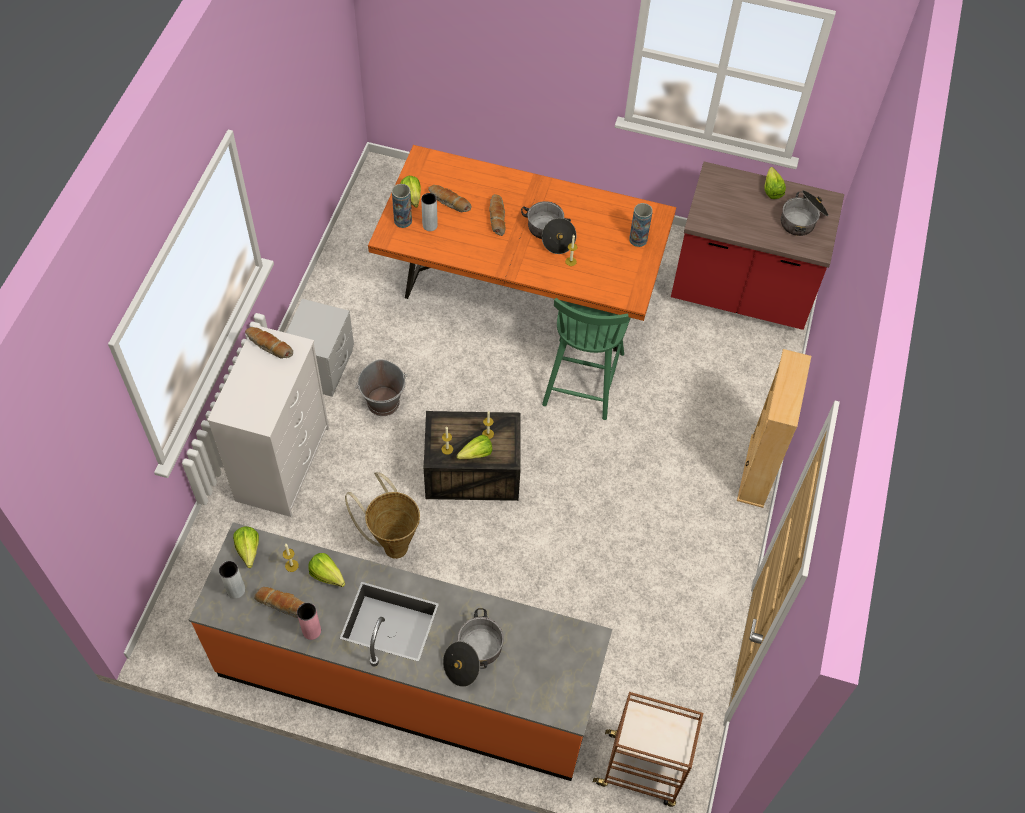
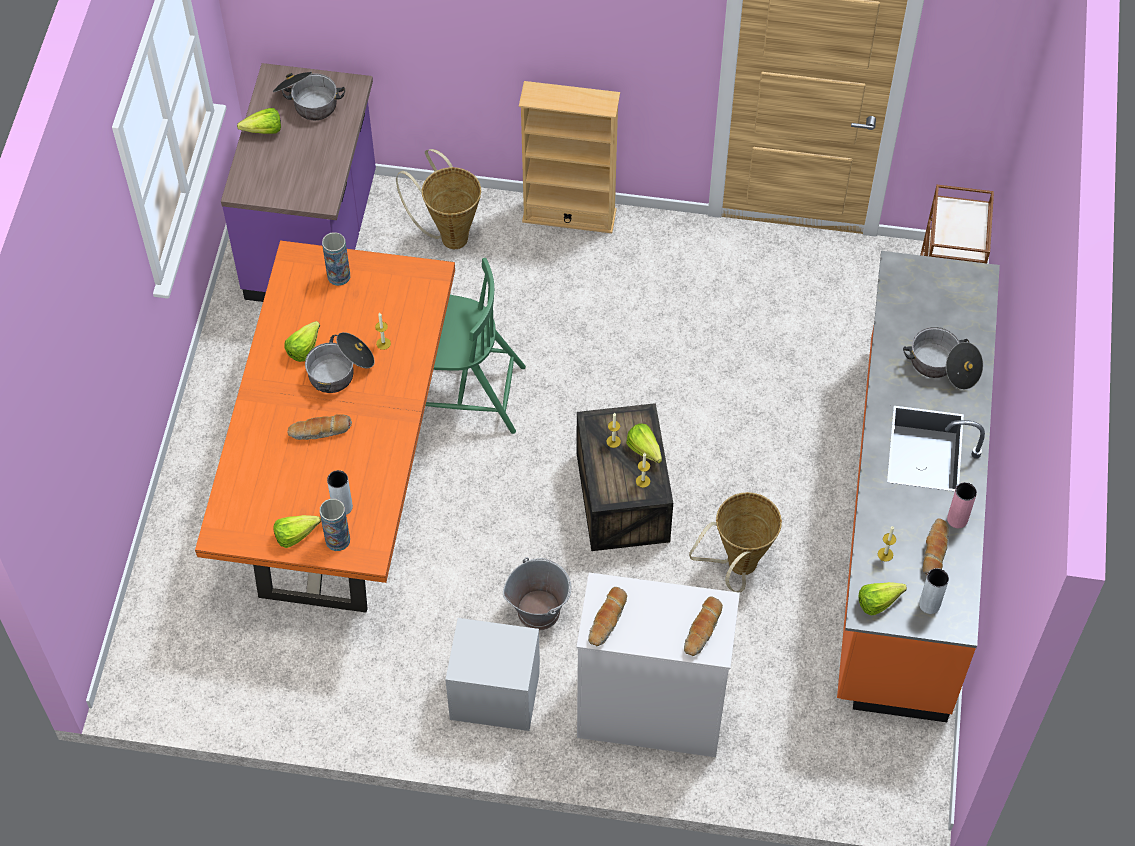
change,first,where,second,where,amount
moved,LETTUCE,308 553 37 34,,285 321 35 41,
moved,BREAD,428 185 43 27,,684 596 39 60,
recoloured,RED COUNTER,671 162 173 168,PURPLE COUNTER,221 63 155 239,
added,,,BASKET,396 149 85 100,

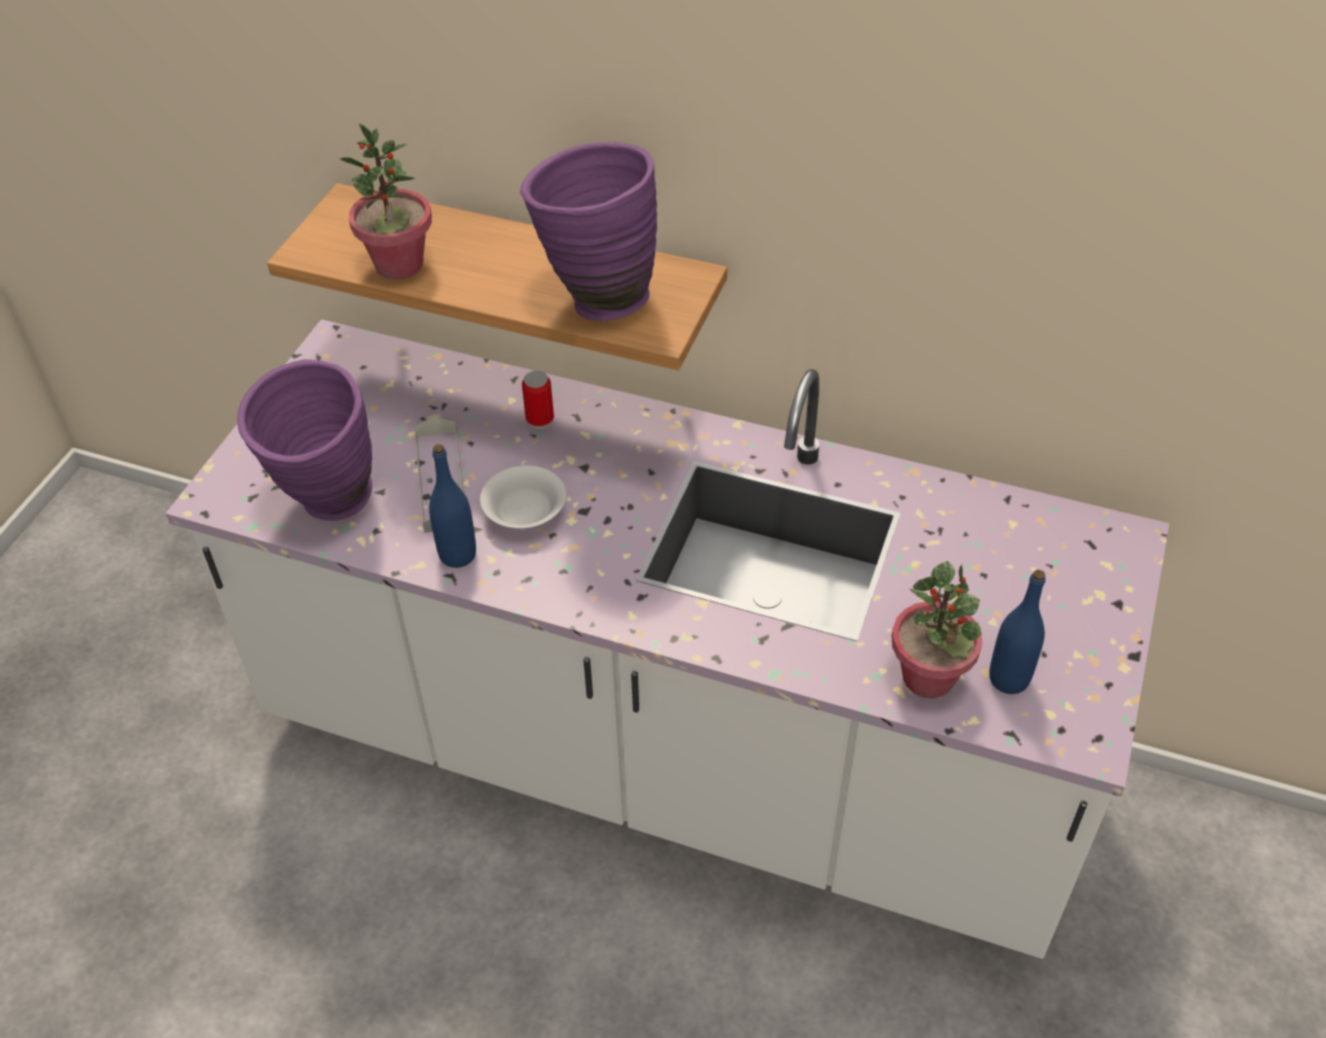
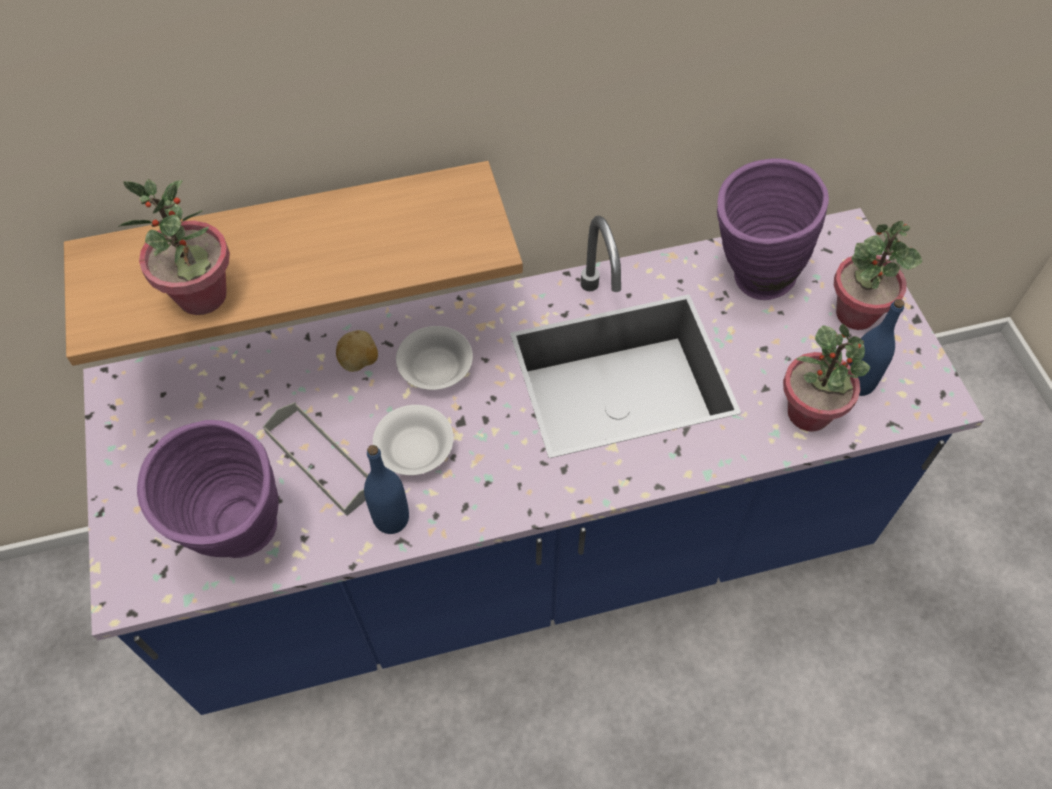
change,first,where,second,where,amount
recoloured,WHITE COUNTER,165 319 1004 640,BLUE COUNTER,83 208 901 507,
moved,PURPLE VASE,520 142 137 179,,717 158 112 142,
replaced,CAN,522 371 32 58,POTATO,336 330 42 42,
added,,,WHITE BOWL,396 326 77 64,
added,,,POTTED PLANT,834 221 88 109,

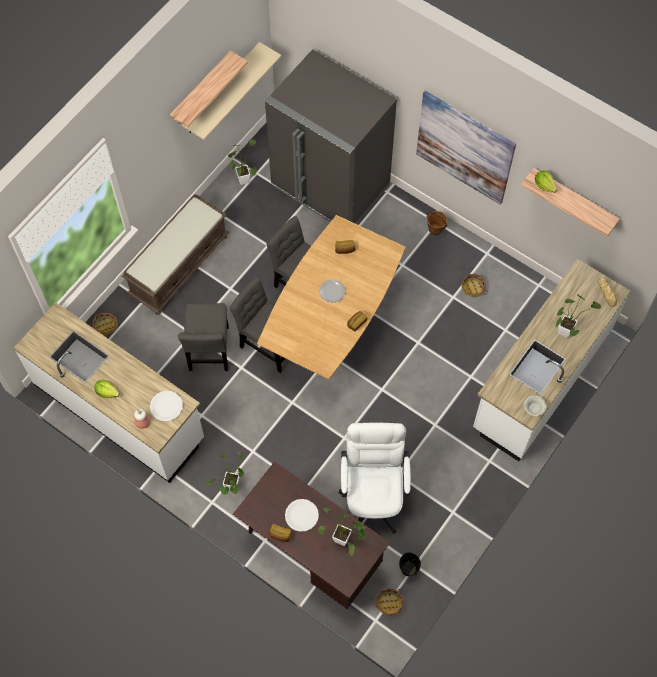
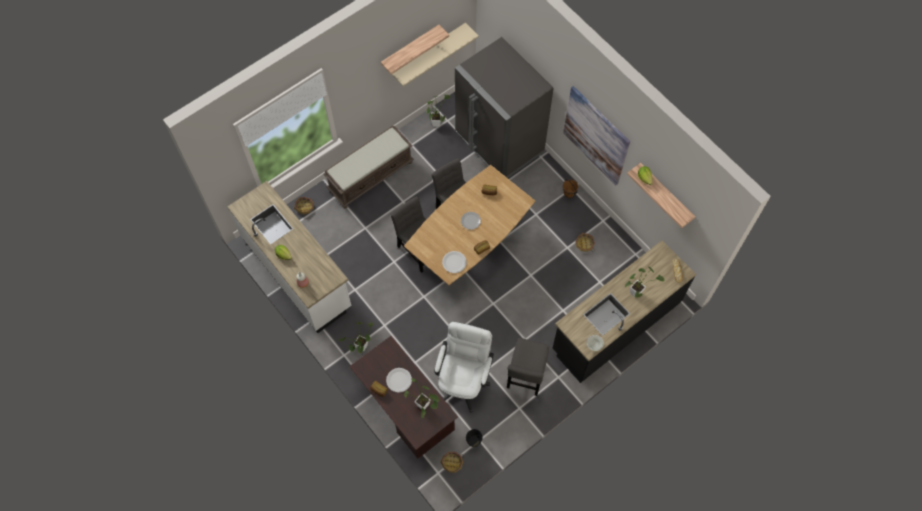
change,first,where,second,where,amount
moved,WHITE PLATE,150 391 33 30,,442 251 24 22,
moved,GREY CHAIR,178 303 51 68,,507 338 42 58,
recoloured,WHITE COUNTER,473 259 158 202,BLACK COUNTER,553 240 143 143,

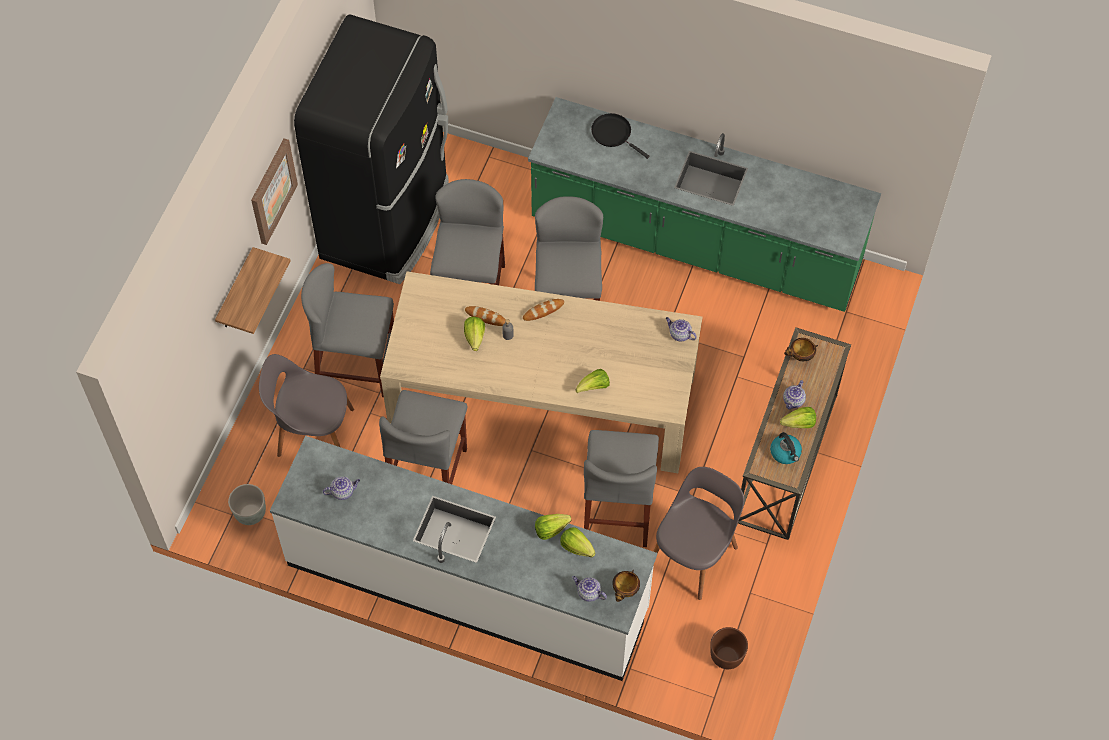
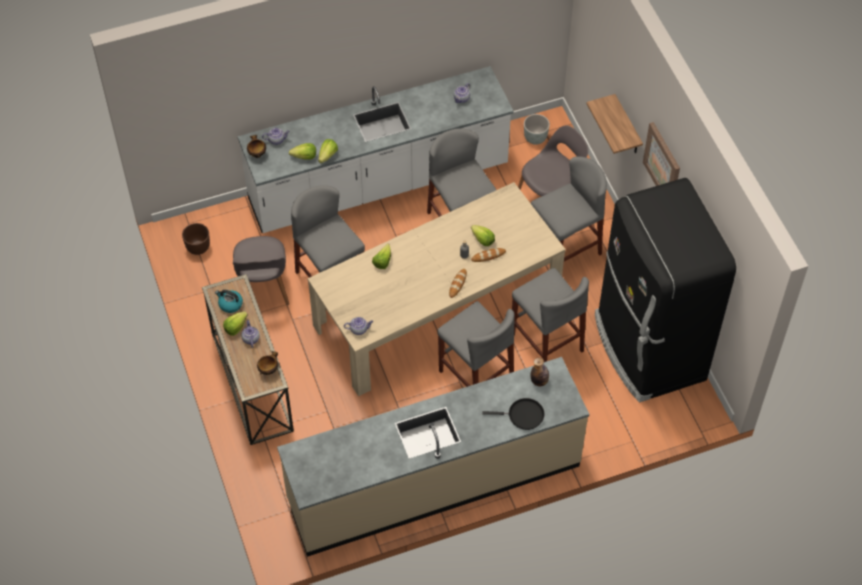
change,first,where,second,where,amount
recoloured,GREEN COUNTER,528 97 353 215,BEIGE COUNTER,277 357 312 200,
added,,,BOTTLE,531 358 18 28,

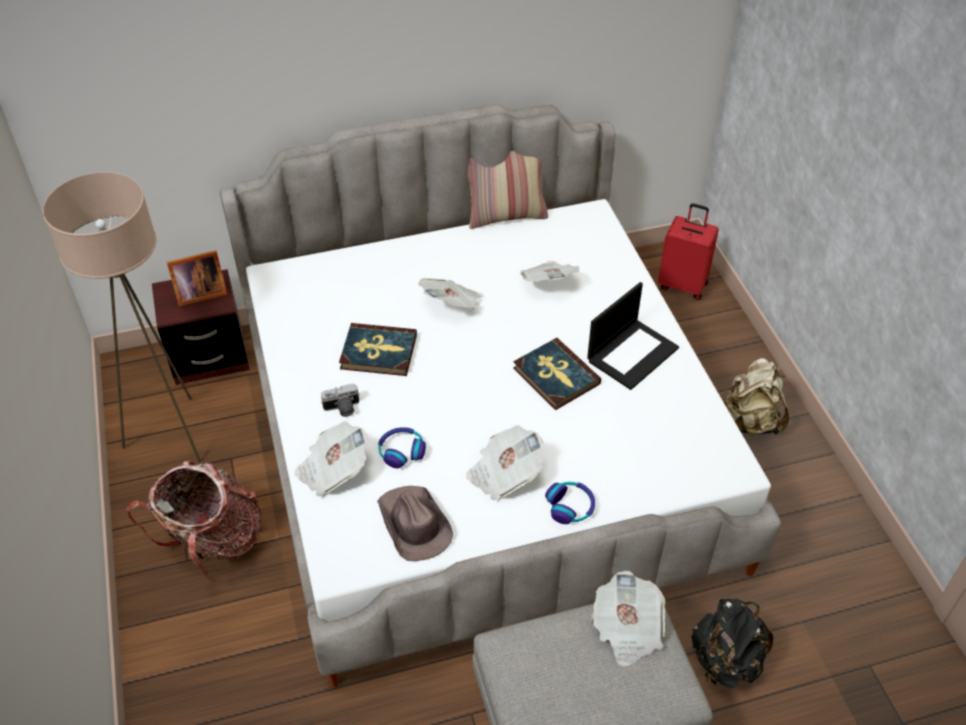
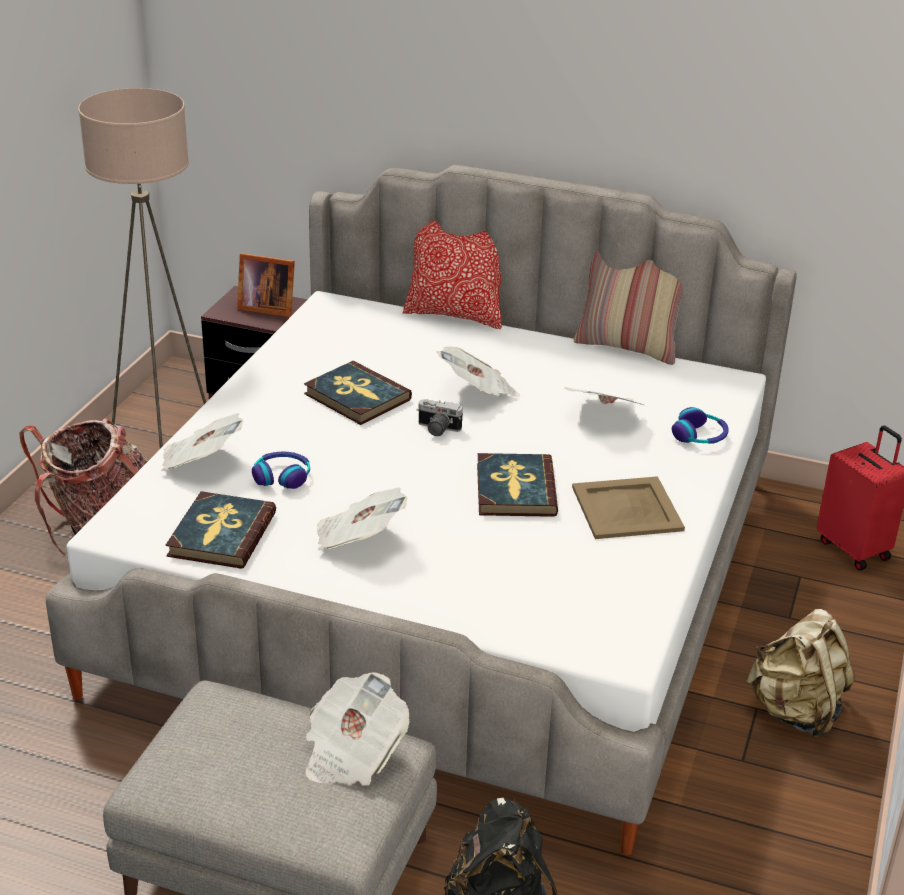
change,first,where,second,where,amount
moved,PHOTO CAMERA,321 383 39 34,,417 399 46 37,
replaced,BROWN HAT,377 486 76 75,BOOK,166 491 110 78,
moved,HEADPHONES,545 482 50 42,,672 407 57 37,
replaced,LAPTOP,587 282 92 108,BEIGE TRAY,572 476 113 63,
added,,,PILLOW,403 220 99 109,

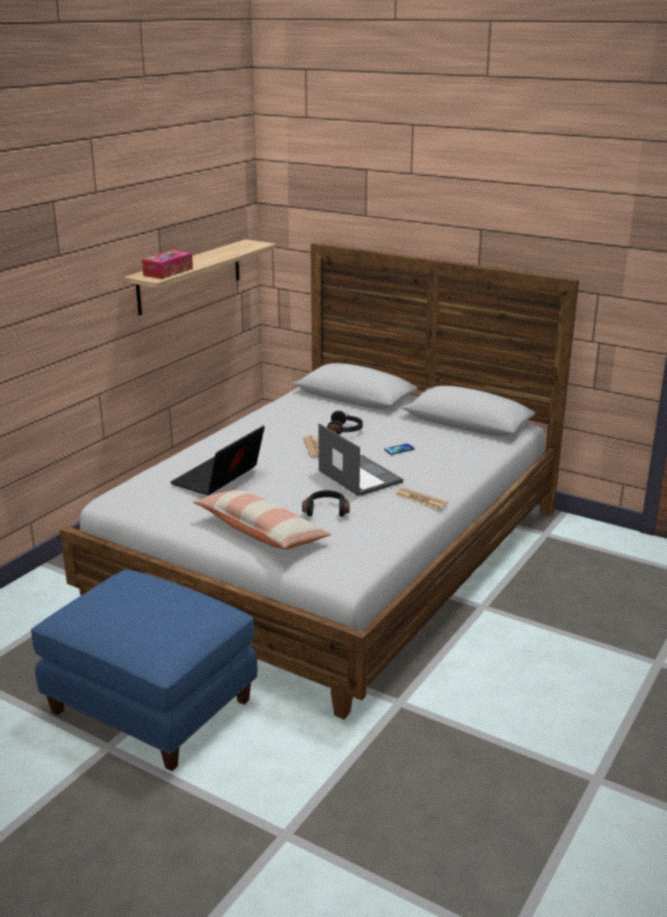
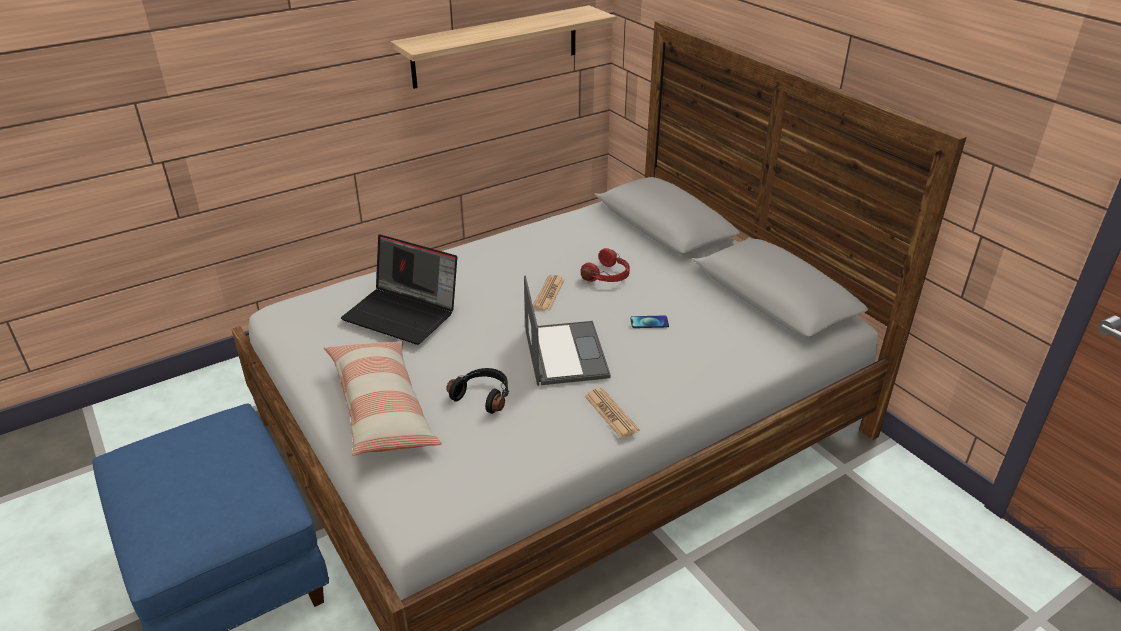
change,first,where,second,where,amount
removed,TISSUE BOX,142 250 51 29,,,
turned,LAPTOP,170 425 95 70,,341 234 116 111,120 degrees counterclockwise
recoloured,BLACK HEADPHONES,327 411 36 24,RED HEADPHONES,581 248 49 34,

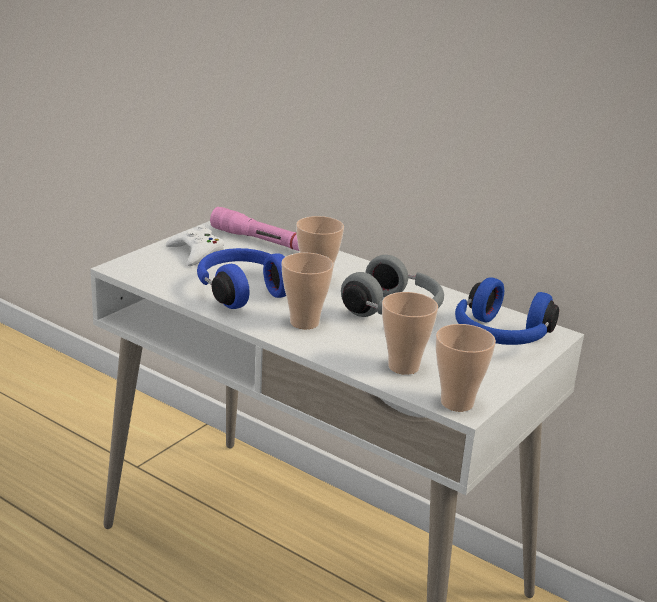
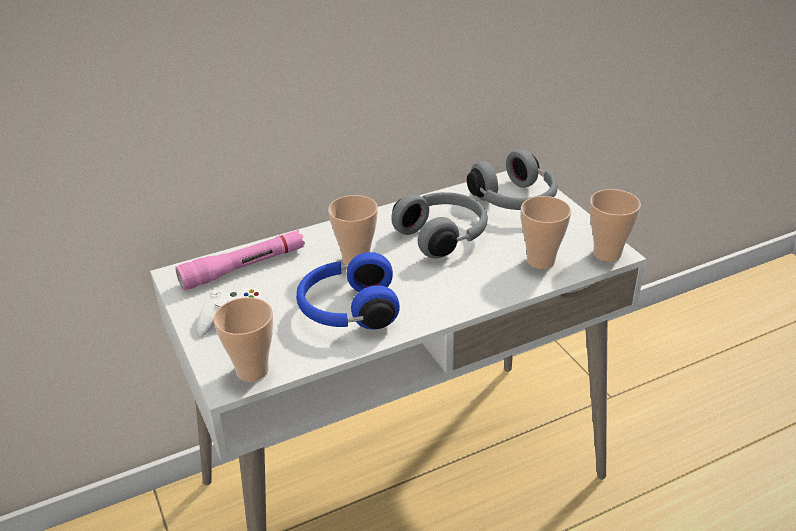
change,first,where,second,where,amount
moved,CUP,281 253 53 76,,213 297 60 85,
recoloured,BLUE HEADPHONES,455 277 104 68,GREY HEADPHONES,467 149 91 61,

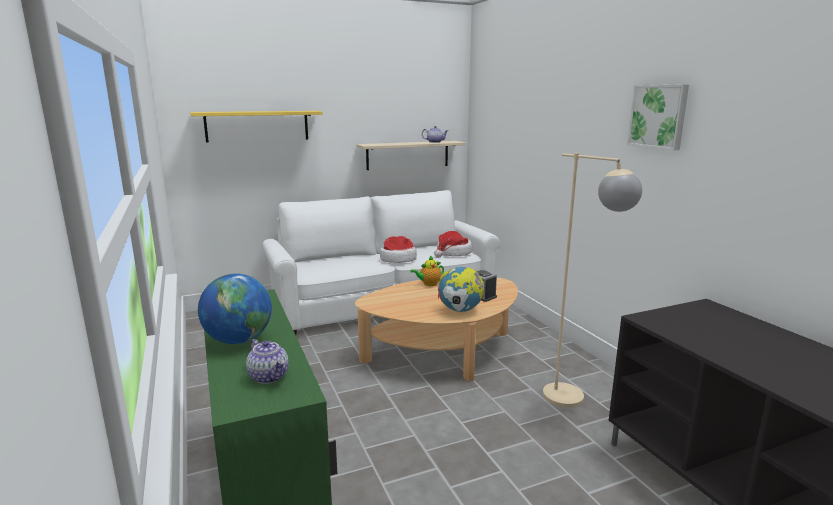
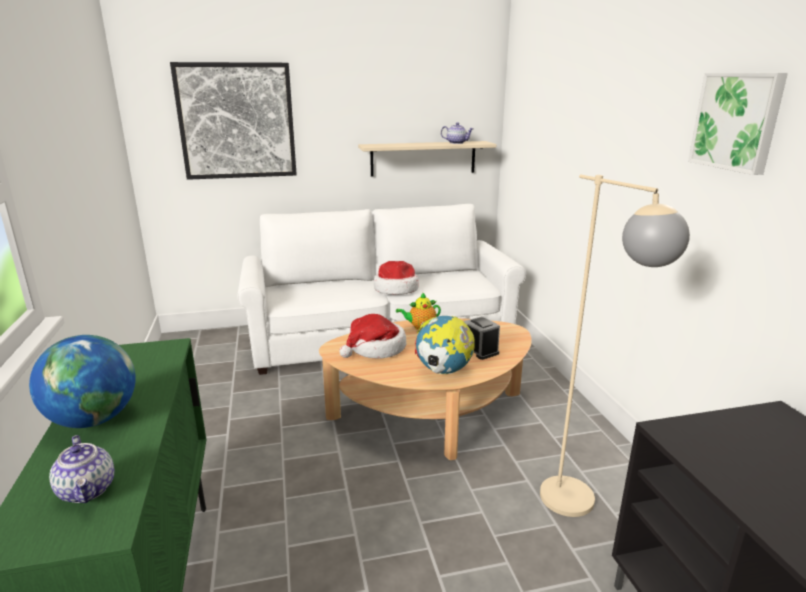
change,first,where,second,where,amount
replaced,YELLOW SHELF,190 111 133 32,PICTURE,170 62 127 118,
moved,HAT,434 231 38 27,,339 314 67 44,

